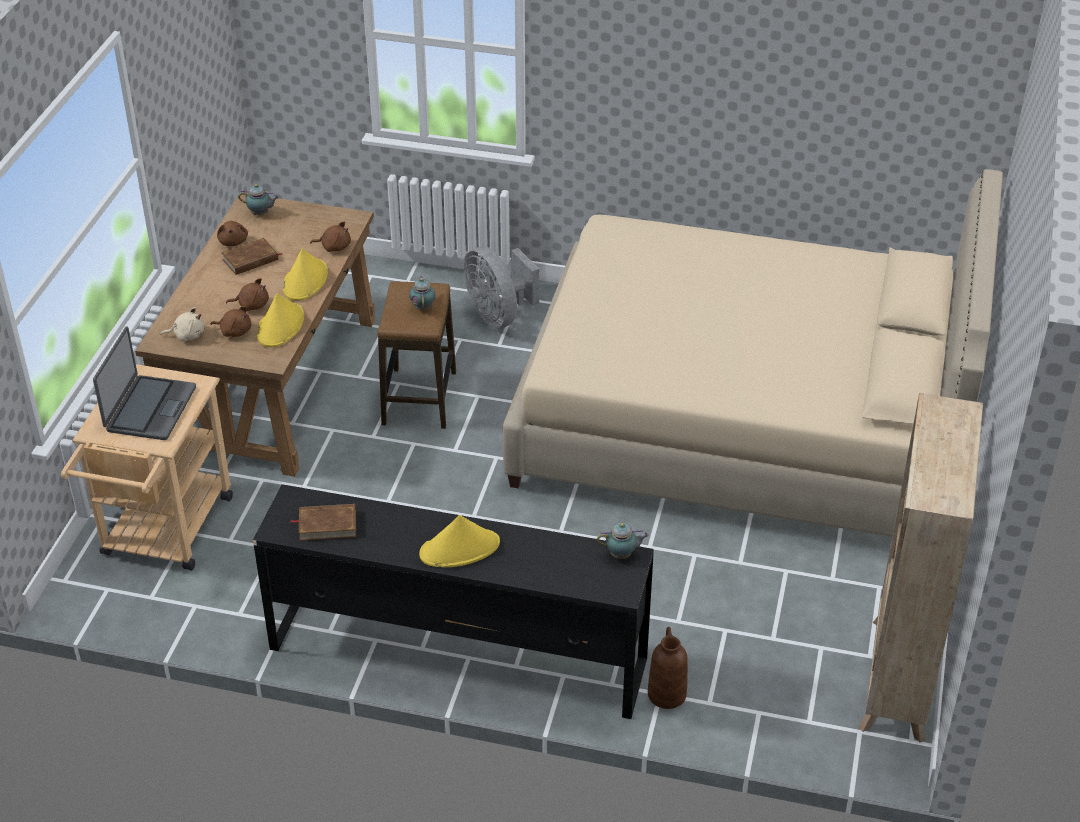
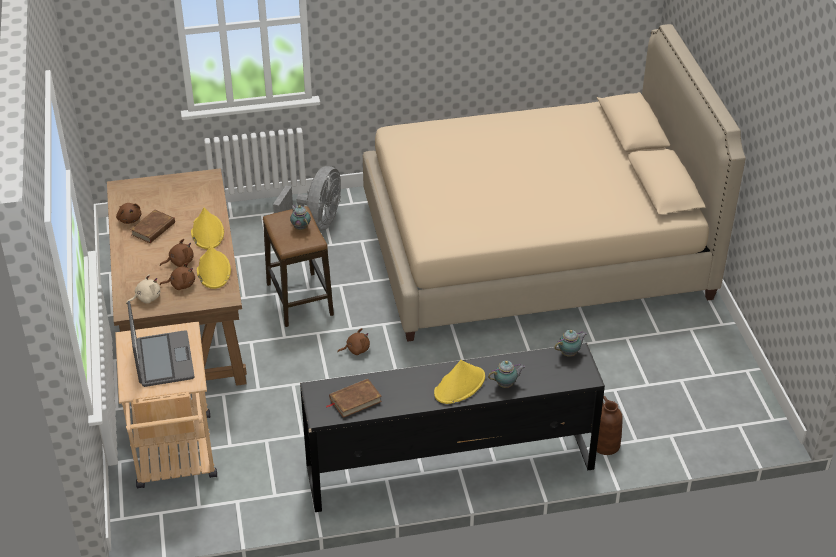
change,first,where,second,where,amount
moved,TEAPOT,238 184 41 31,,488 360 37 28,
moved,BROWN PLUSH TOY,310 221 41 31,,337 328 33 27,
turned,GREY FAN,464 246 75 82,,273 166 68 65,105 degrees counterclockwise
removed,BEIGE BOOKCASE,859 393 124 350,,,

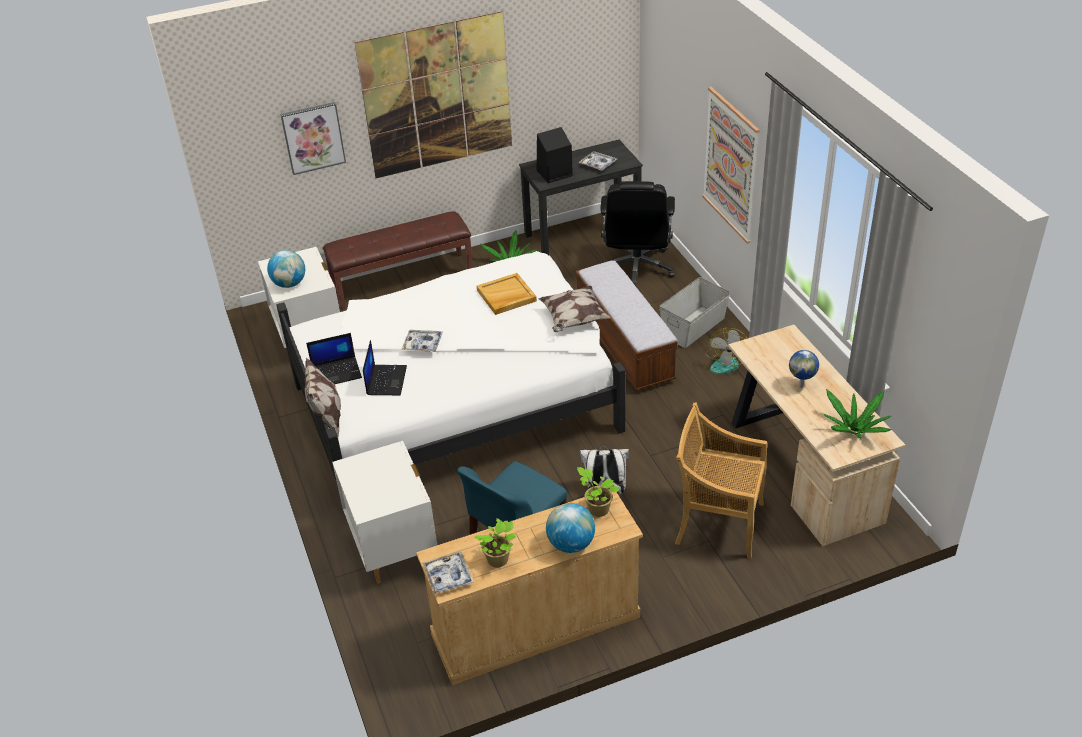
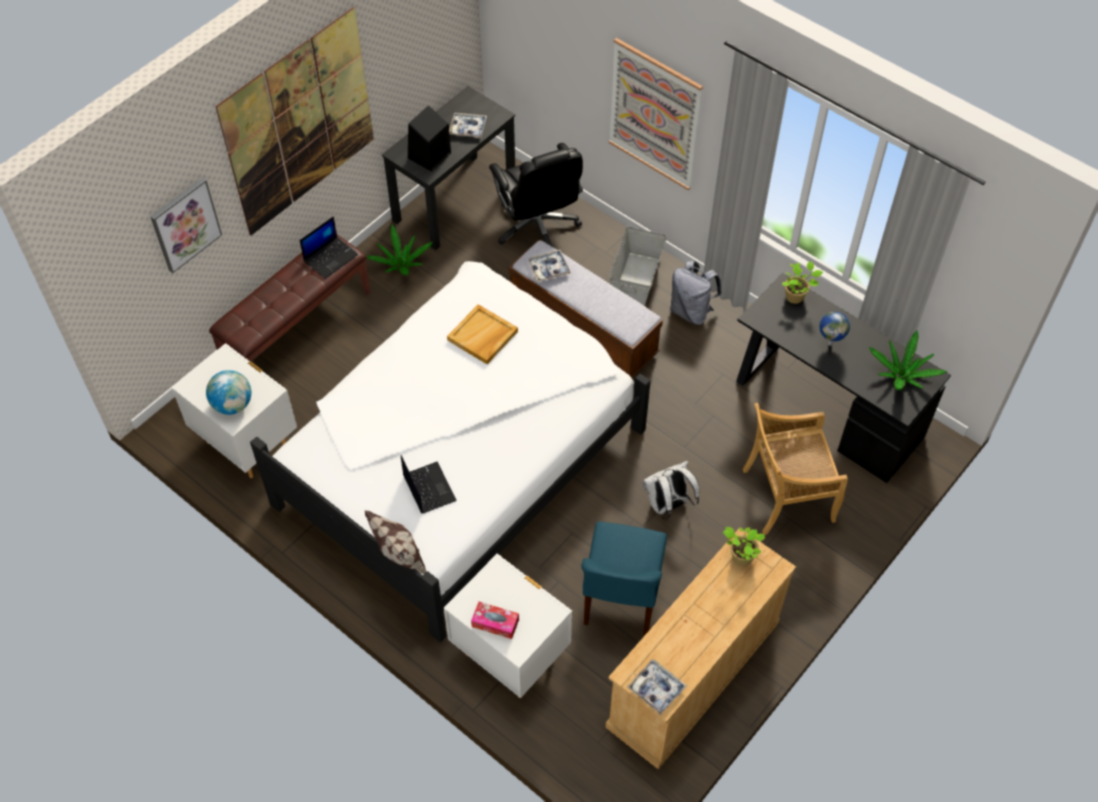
change,first,where,second,where,amount
moved,LAPTOP,306 333 56 51,,300 216 58 63,
moved,TRAY,402 330 41 22,,528 250 43 32,
moved,POTTED PLANT,474 519 42 48,,782 261 41 43,
removed,PILLOW,538 286 72 46,,,
removed,GLOBE,546 503 49 50,,,
replaced,FAN,705 328 43 46,GREY BACKPACK,670 261 52 64,
recoloured,BEIGE DESK,728 325 177 221,BLACK DESK,736 273 215 210,
added,,,TISSUE BOX,471 602 48 37,

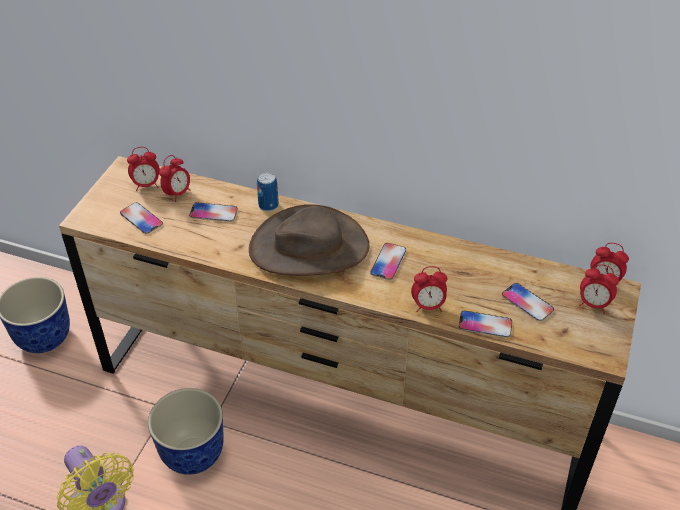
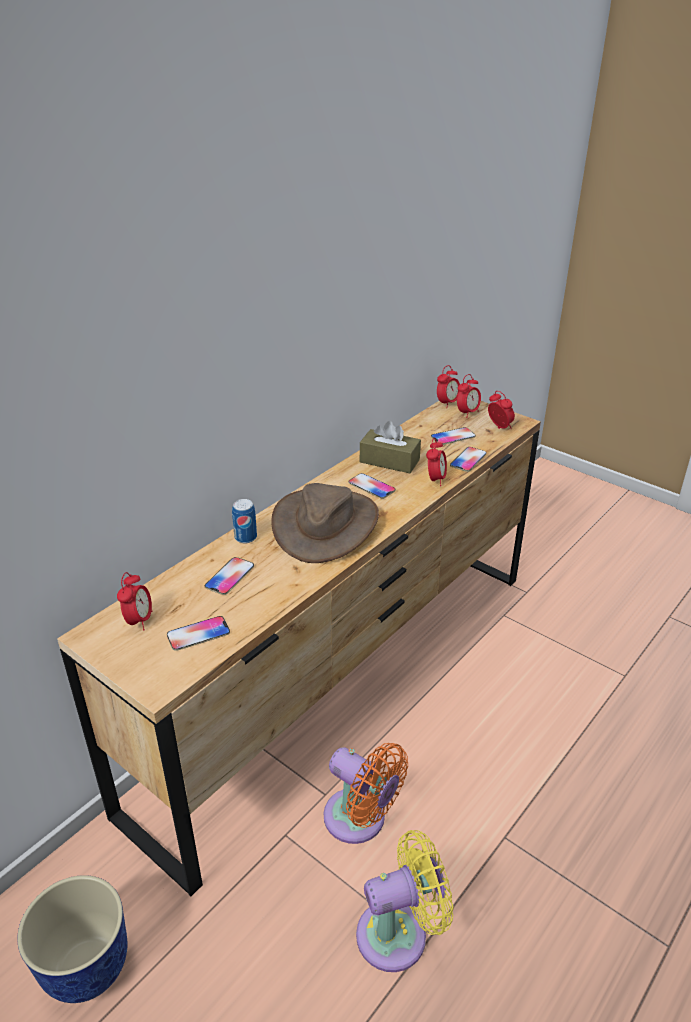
change,first,where,second,where,amount
replaced,PLANTER,148 388 76 87,ORANGE FAN,324 743 84 101,
moved,ALARM CLOCK,159 155 31 47,,488 391 27 38,
added,,,BROWN TISSUE BOX,360 421 61 52,

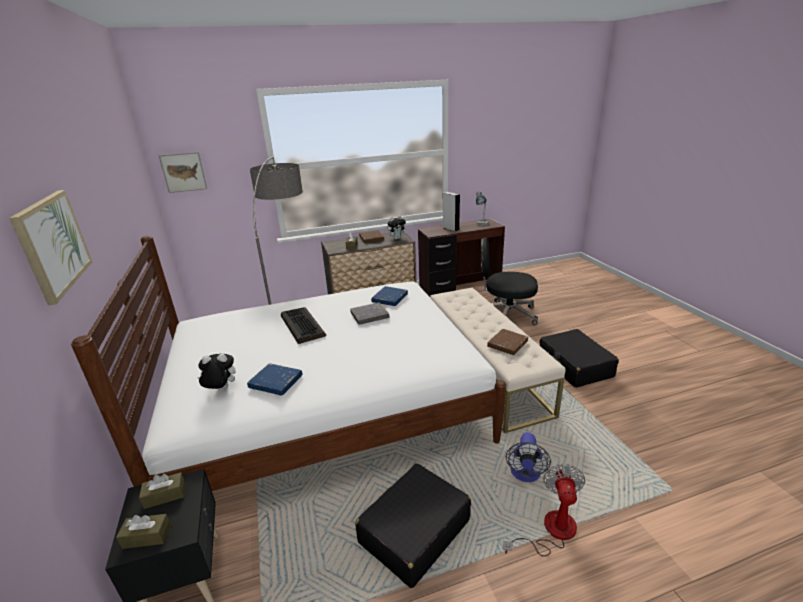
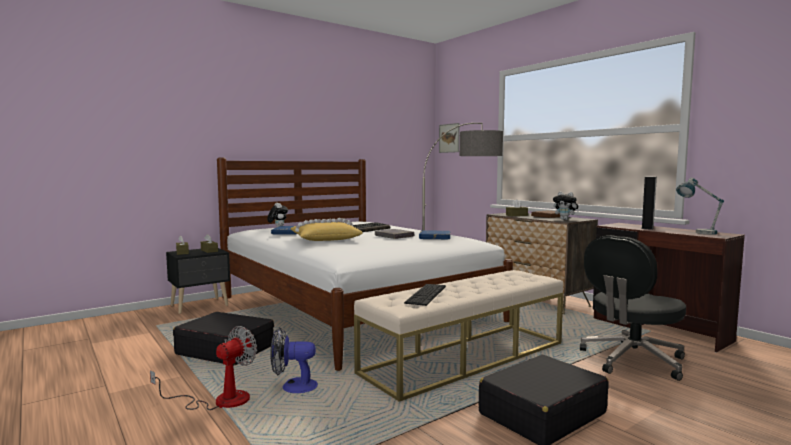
change,first,where,second,where,amount
removed,PICTURE,9 190 83 115,,,
turned,BLACK OFFICE CHAIR,481 238 57 88,,580 235 106 146,120 degrees counterclockwise
replaced,BROWN BOOK,487 329 41 26,KEYBOARD,404 284 42 22,
turned,FAN,503 464 82 92,,150 326 107 84,45 degrees counterclockwise
added,,,YELLOW PILLOW,290 218 73 23,

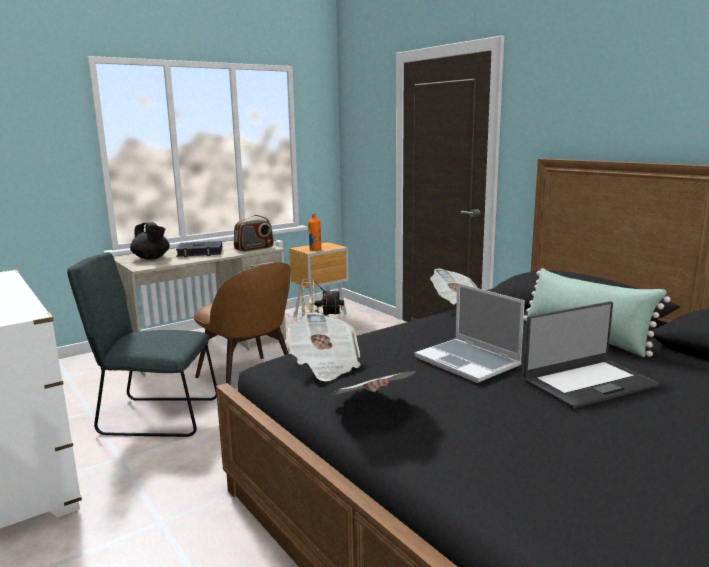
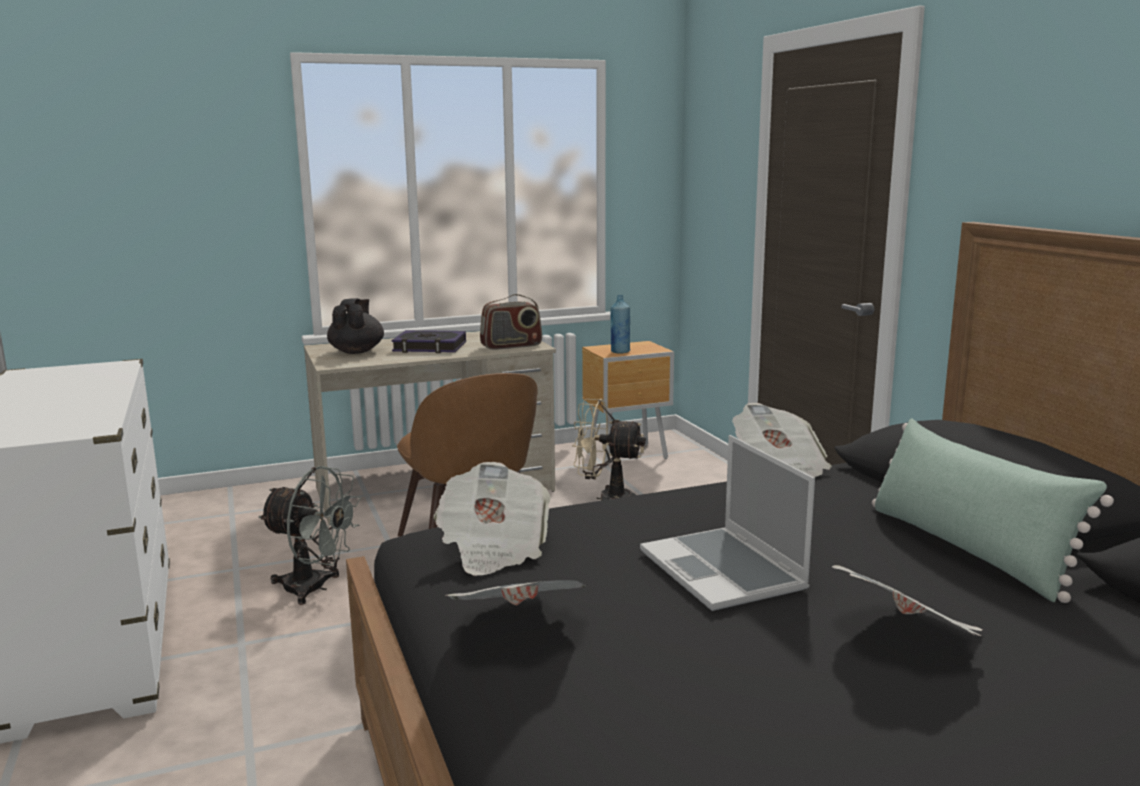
change,first,where,second,where,amount
replaced,GREY CHAIR,67 252 150 185,GREY FAN,259 466 102 139,
turned,BLACK TEAPOT,130 222 40 38,,327 298 57 56,150 degrees counterclockwise
recoloured,ORANGE BOTTLE,308 214 14 37,BLUE BOTTLE,611 295 19 59,
replaced,LAPTOP,523 301 136 108,NEWSPAPER,832 565 151 71,

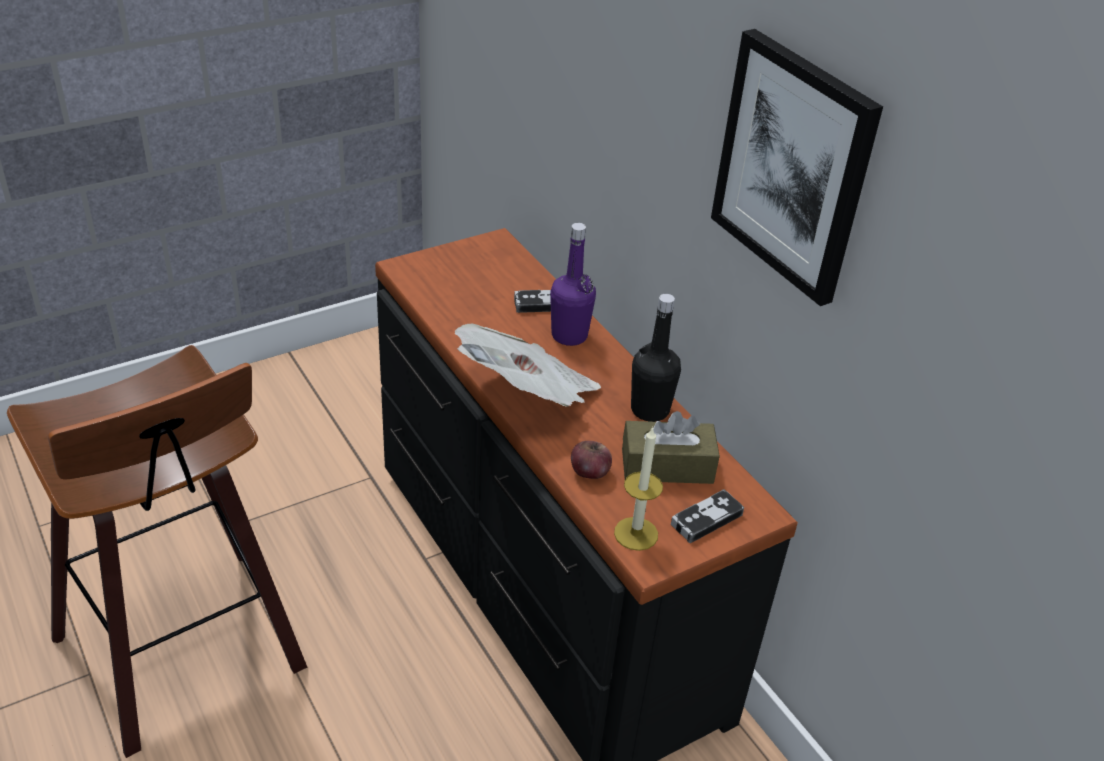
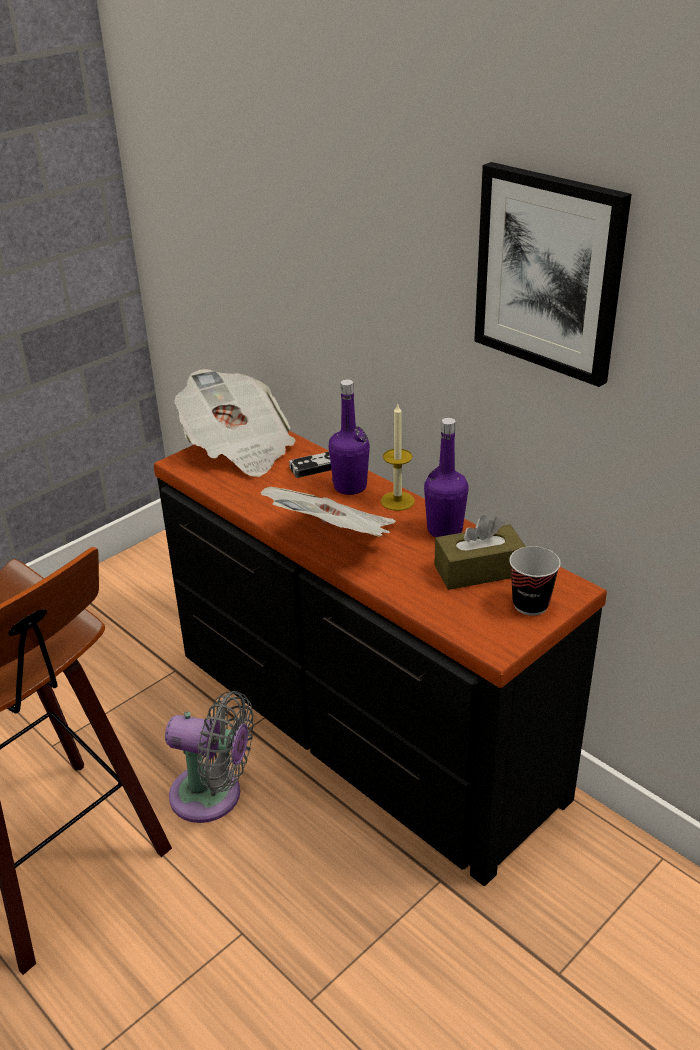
change,first,where,second,where,amount
removed,APPLE,571 441 41 38,,,
moved,CANDLE,614 426 49 125,,381 404 34 107,
recoloured,BLACK BOTTLE,631 294 50 128,PURPLE BOTTLE,424 418 44 119,
replaced,GAME CONTROLLER,671 489 73 54,CUP,509 546 52 70,
added,,,GREY FAN,165 691 89 132,
added,,,NEWSPAPER,174 369 122 108,

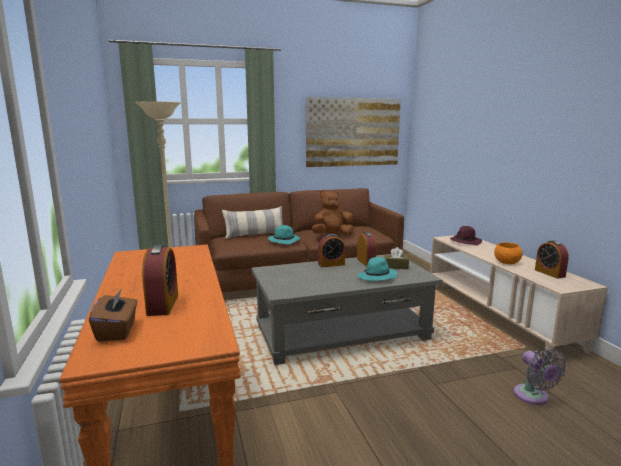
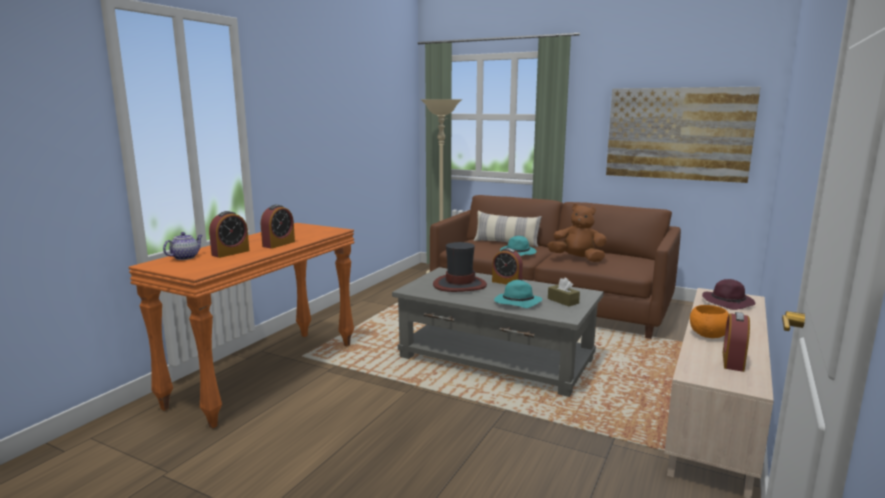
change,first,where,second,where,amount
replaced,BROWN TISSUE BOX,89 288 48 54,TEAPOT,163 232 40 28,
moved,ALARM CLOCK,357 232 19 34,,261 205 34 44,
removed,GREY FAN,513 349 54 56,,,
added,,,HAT,433 242 54 50,

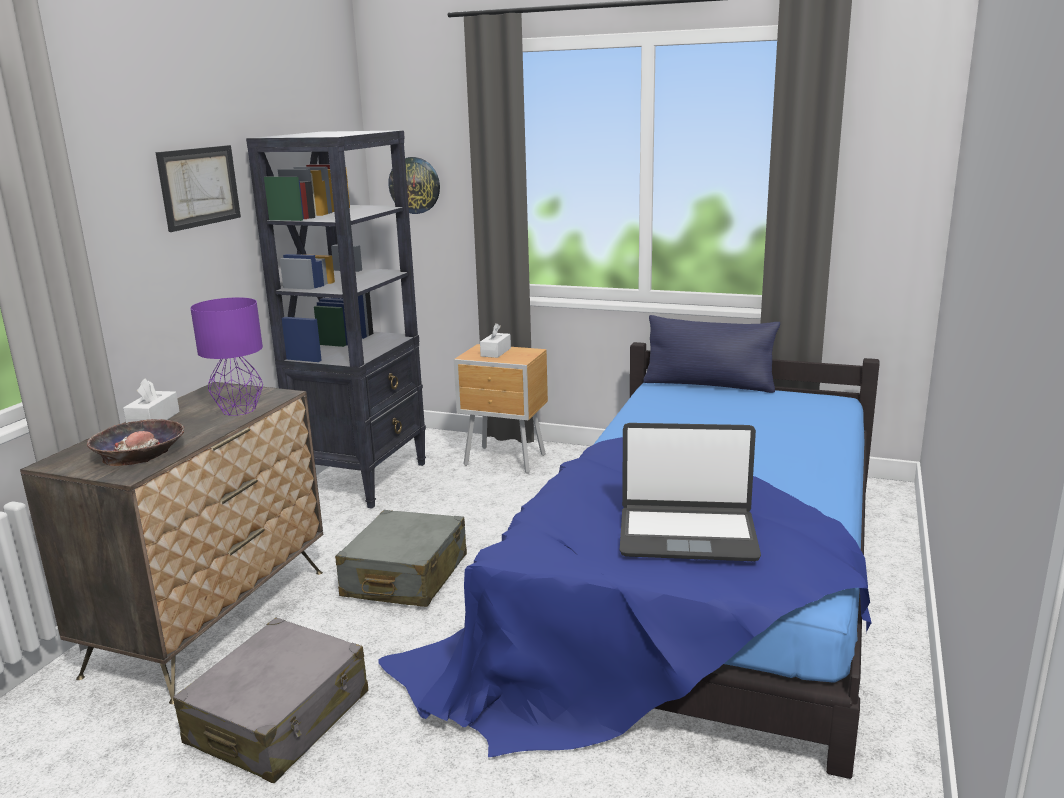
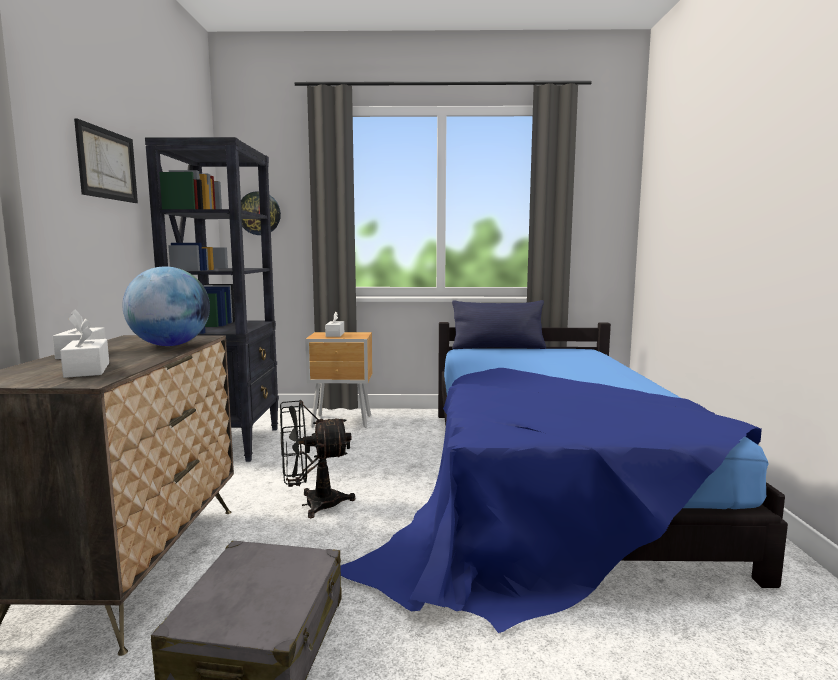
change,first,where,second,where,amount
replaced,BOWL,87 419 97 47,WHITE TISSUE BOX,60 318 49 60,
replaced,PURPLE TABLE LAMP,190 297 73 119,GLOBE,122 266 88 80,
replaced,GREY SUITCASE,335 510 132 97,BLACK FAN,280 400 75 118,
removed,LAPTOP,620 423 141 138,,,

